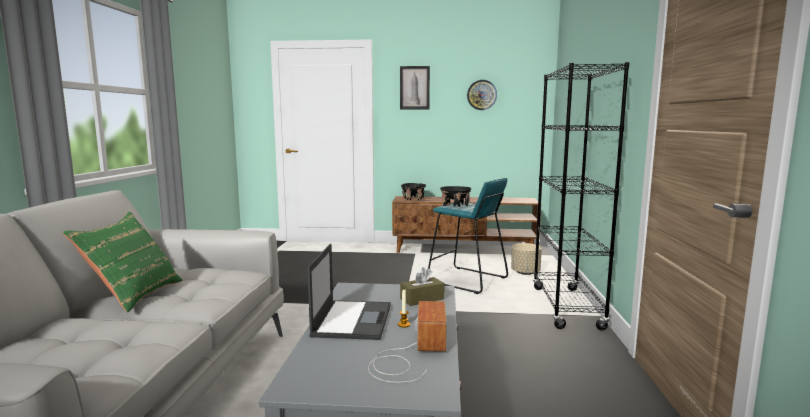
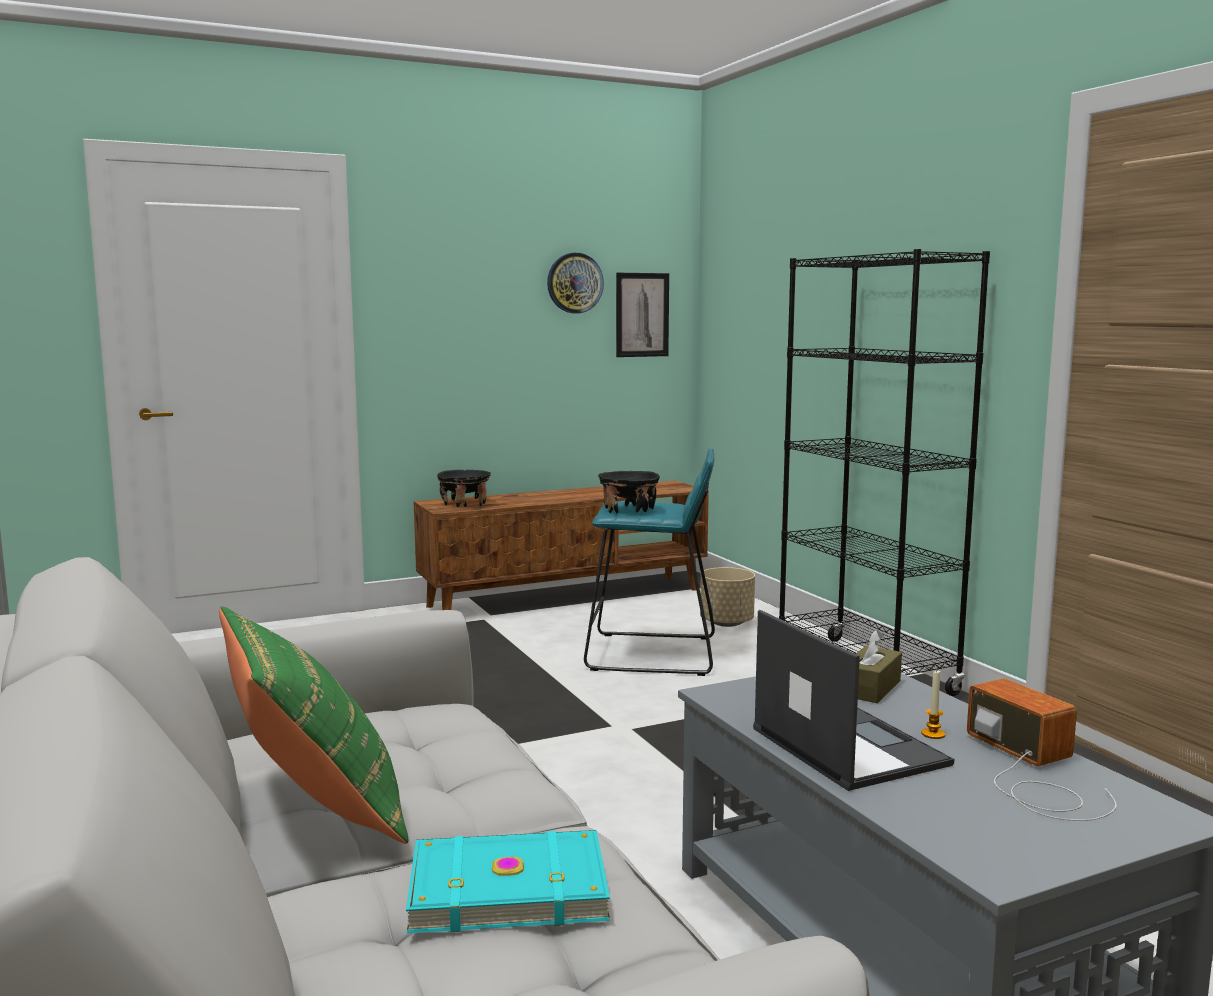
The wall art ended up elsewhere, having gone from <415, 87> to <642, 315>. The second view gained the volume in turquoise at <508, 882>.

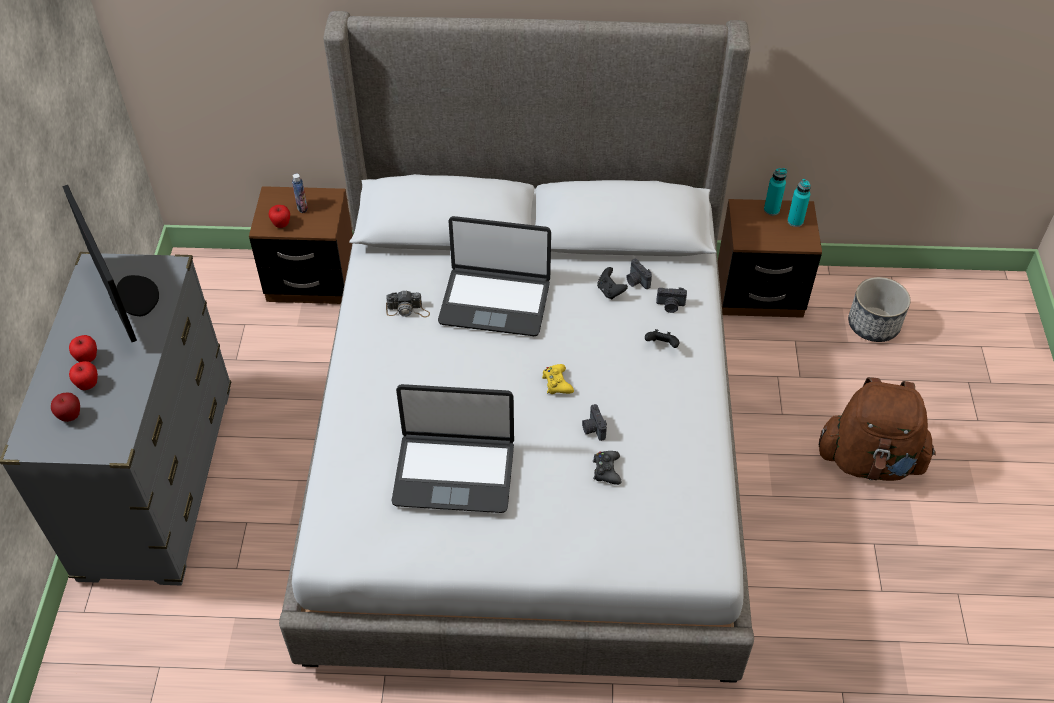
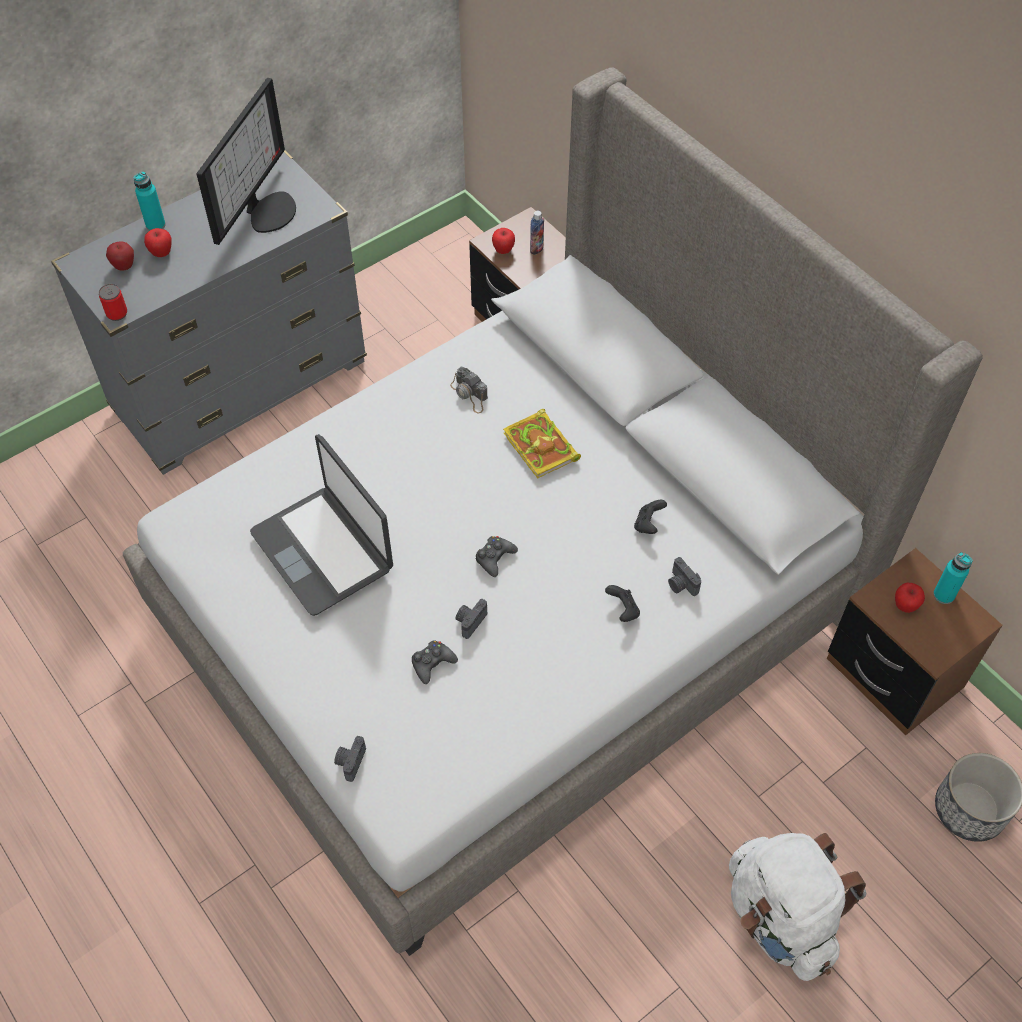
The bottle in turquoise ended up elsewhere, having gone from <799, 203> to <149, 201>. Where the laptop stood at <494, 276>, the volume came to stand at <542, 444>. The photo camera ended up elsewhere, having gone from <639, 274> to <350, 759>. The whole apple ended up elsewhere, having gone from <83, 348> to <910, 598>. What was the gamepad in yellowish at <558, 379> turned into the gamepad in blackish at <497, 556>. What was the rucksack in brown at <877, 429> turned into the rucksack in whitish at <797, 907>. The second view gained the sealed can at <113, 302>.

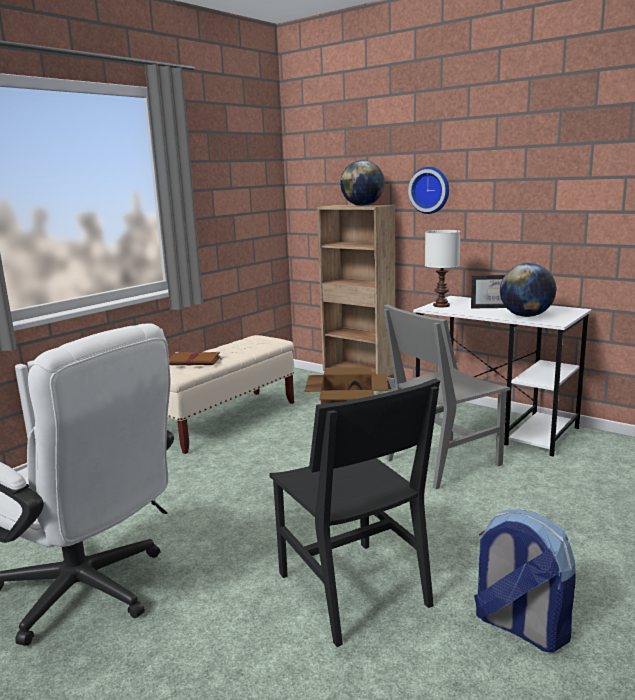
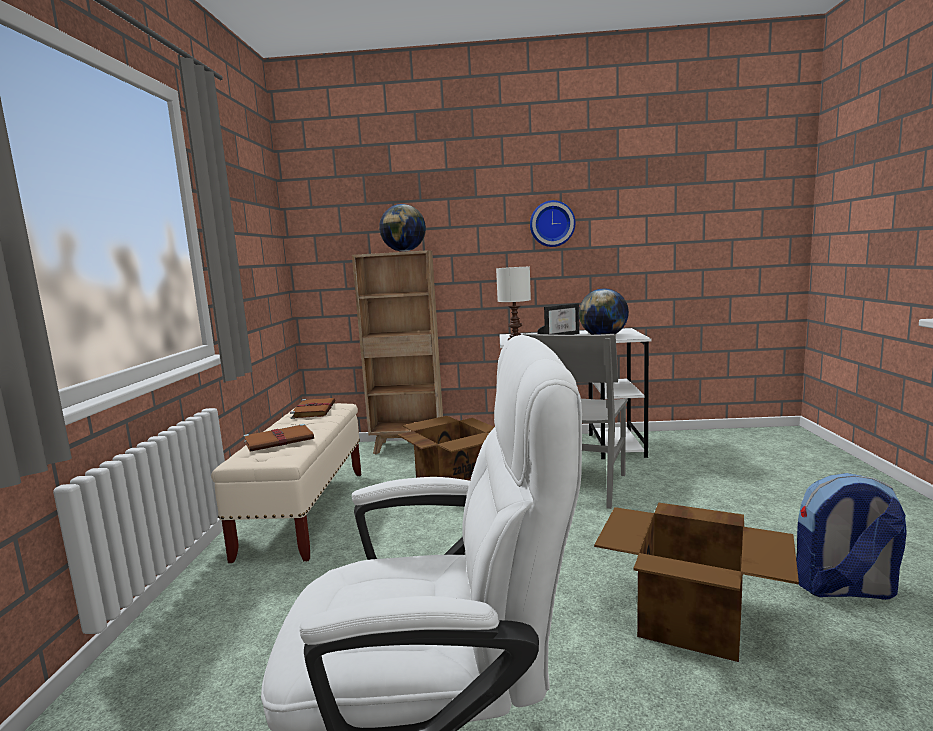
The hanging clock ended up elsewhere, having gone from <428, 190> to <552, 223>. Where the chair in blackish stood at <354, 512>, the cardboard box came to stand at <696, 582>. The second view gained the volume in brown at <312, 408>.

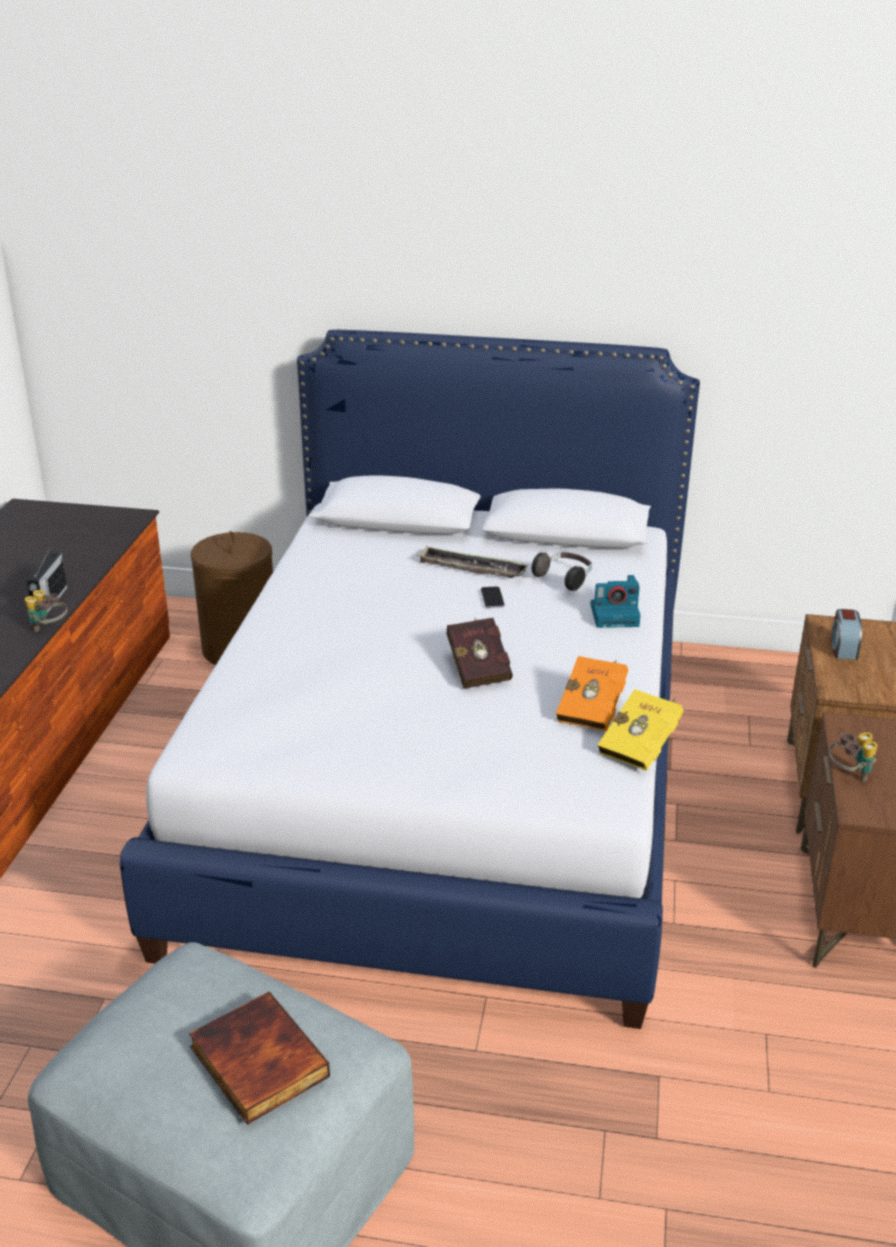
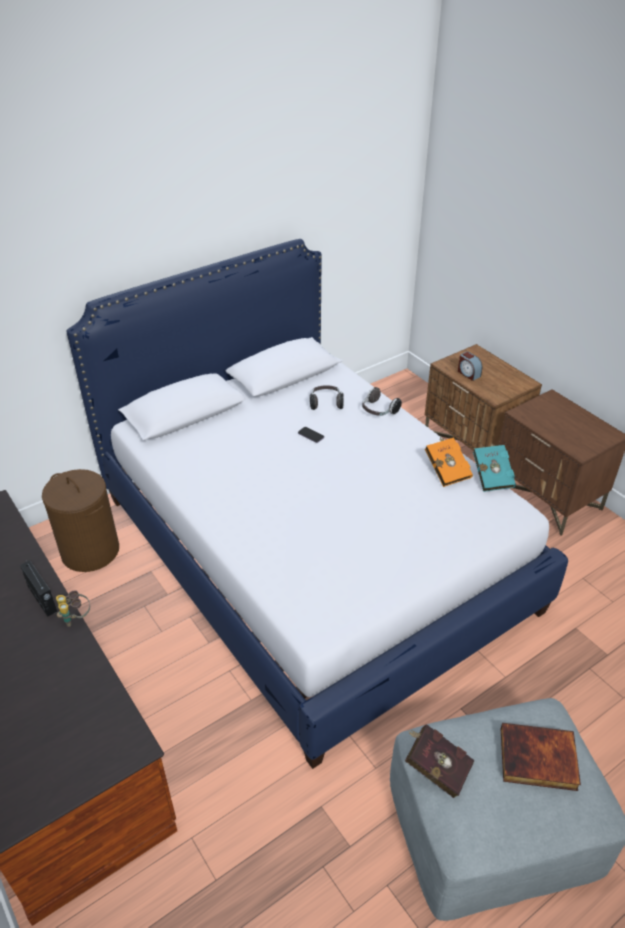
The second view lost the serving tray at <472, 562>. Where the photo camera stood at <615, 601>, the pair of headphones came to stand at <382, 401>. The volume in reddish ended up elsewhere, having gone from <479, 653> to <440, 761>. What was the volume in yellowish at <640, 730> turned into the volume in turquoise at <494, 467>. The second view lost the field glasses at <853, 757>.

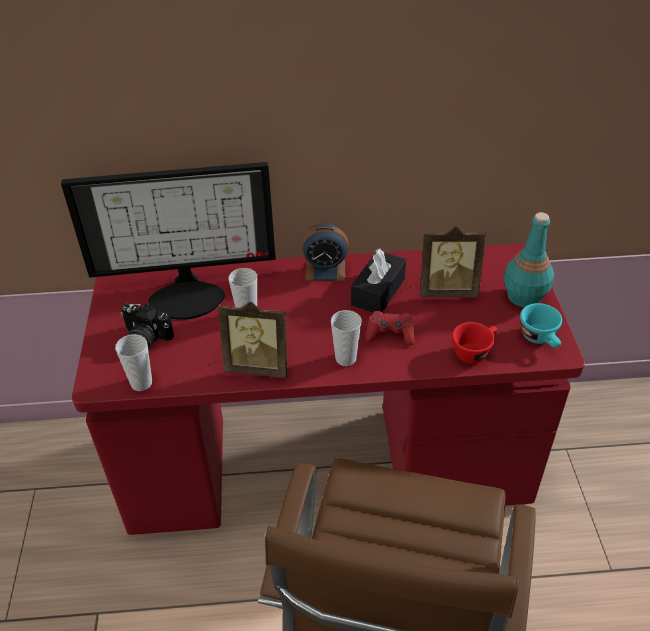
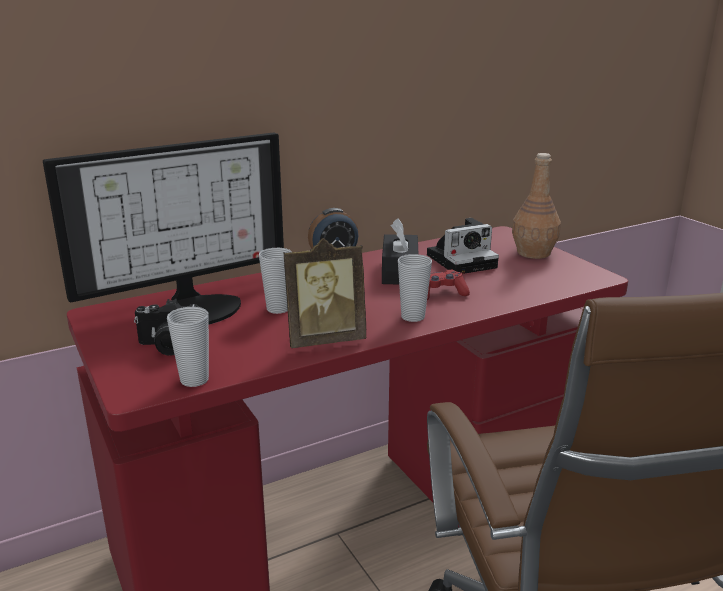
What was the bottle in turquoise at <529, 259> turned into the bottle in brown at <536, 206>. Where the standing frame stood at <453, 262>, the photo camera came to stand at <463, 246>. The second view lost the small cup in turquoise at <541, 325>. The second view lost the small cup in reddish at <474, 343>.

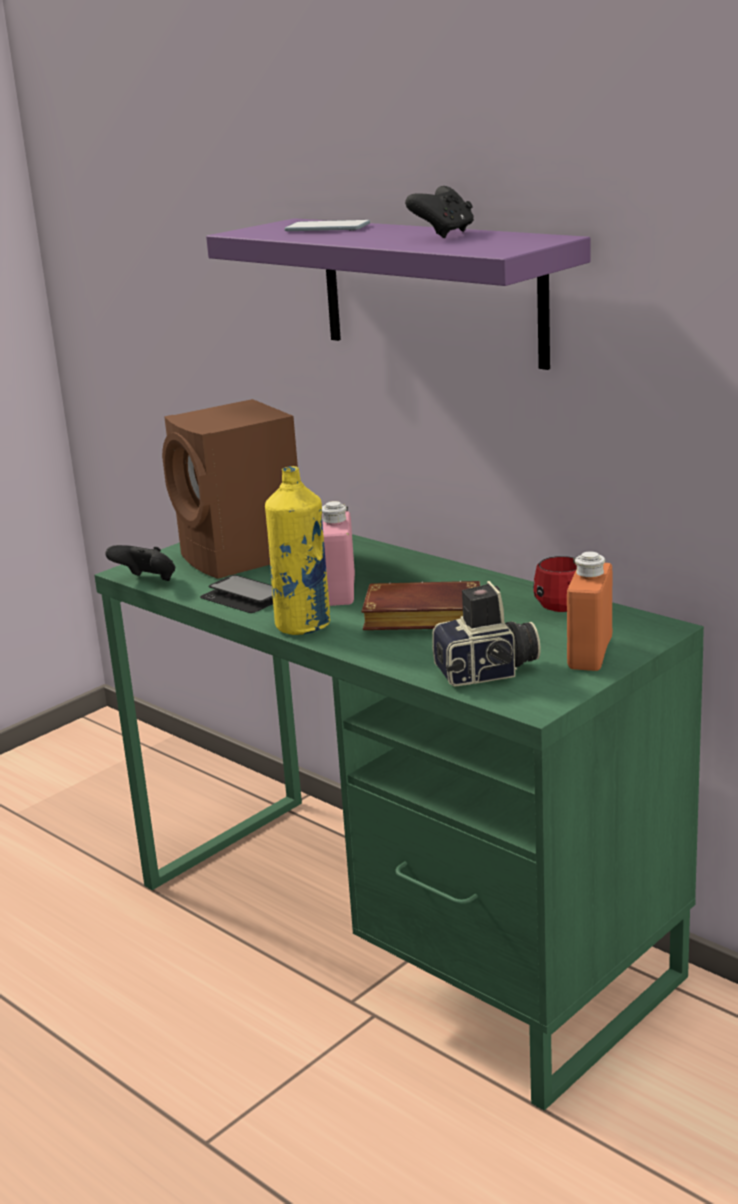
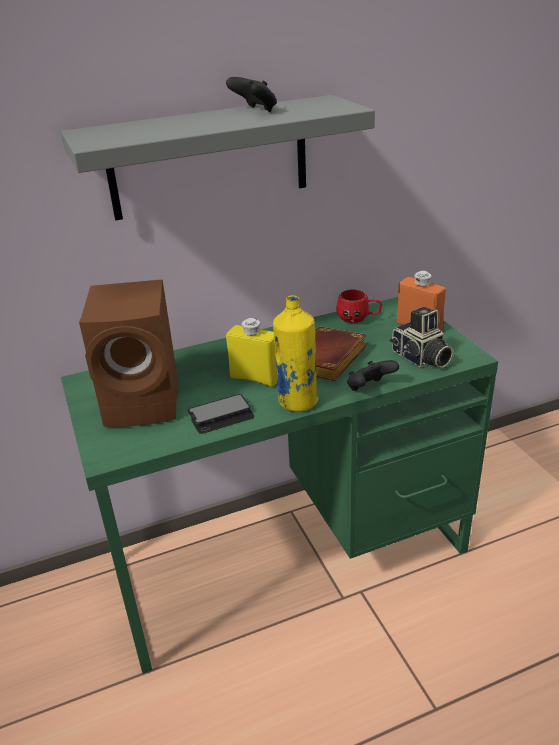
What was the shelf in purple-coloured at <398, 294> turned into the shelf in greyish at <218, 158>. The second view lost the telephone at <327, 225>. What was the bottle in pink-coloured at <338, 553> turned into the bottle in yellowish at <251, 352>. The gamepad in blackish ended up elsewhere, having gone from <140, 563> to <373, 375>. The photo camera at <486, 634> ended up facing another way, 135 degrees clockwise from before.

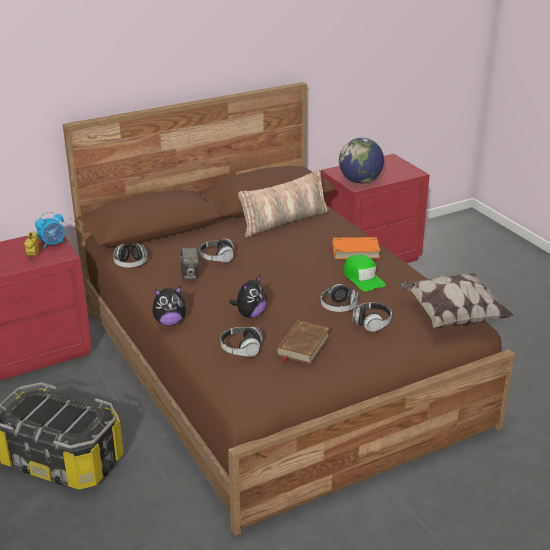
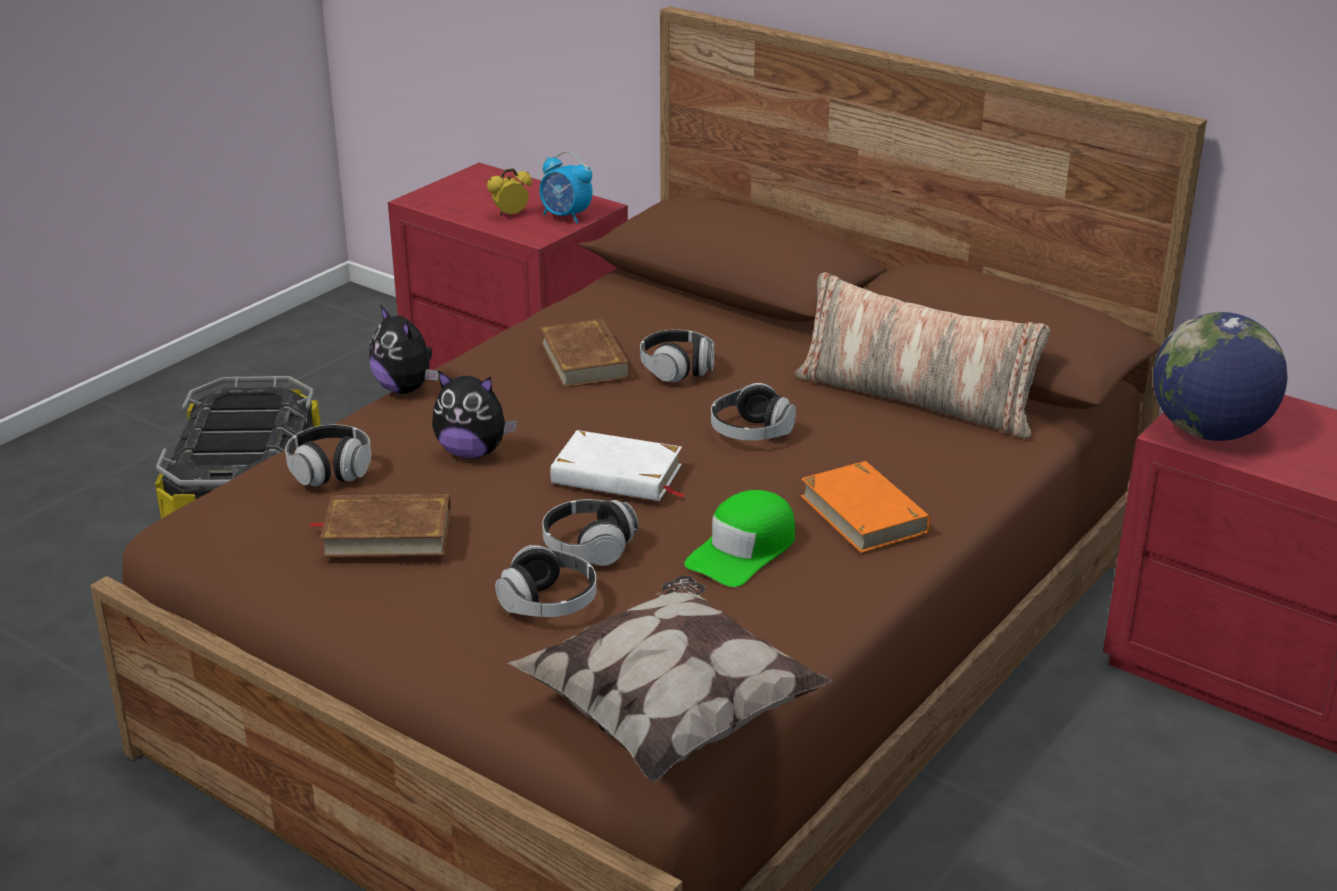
The pair of headphones ended up elsewhere, having gone from <130, 255> to <753, 412>. Where the photo camera stood at <189, 263>, the volume in brown came to stand at <585, 353>. The second view gained the volume in whitish at <618, 465>.

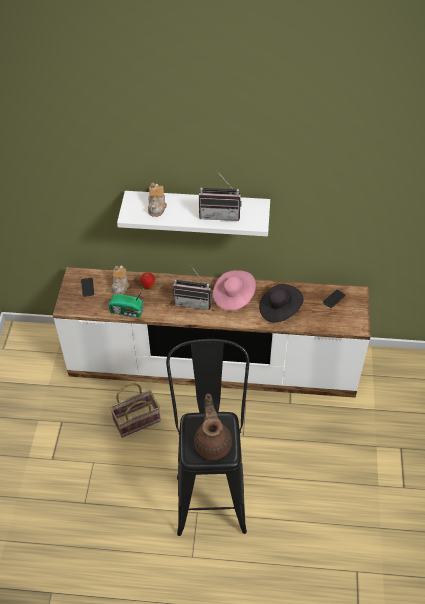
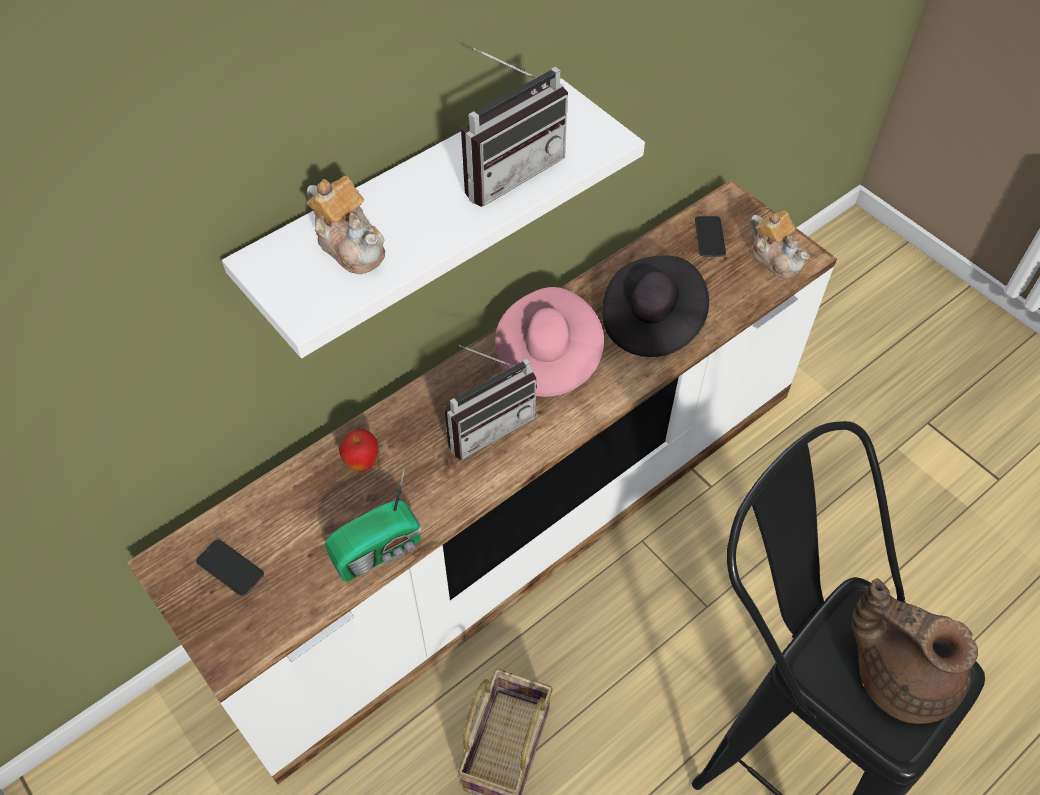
The pot for tea ended up elsewhere, having gone from <120, 280> to <779, 244>.

